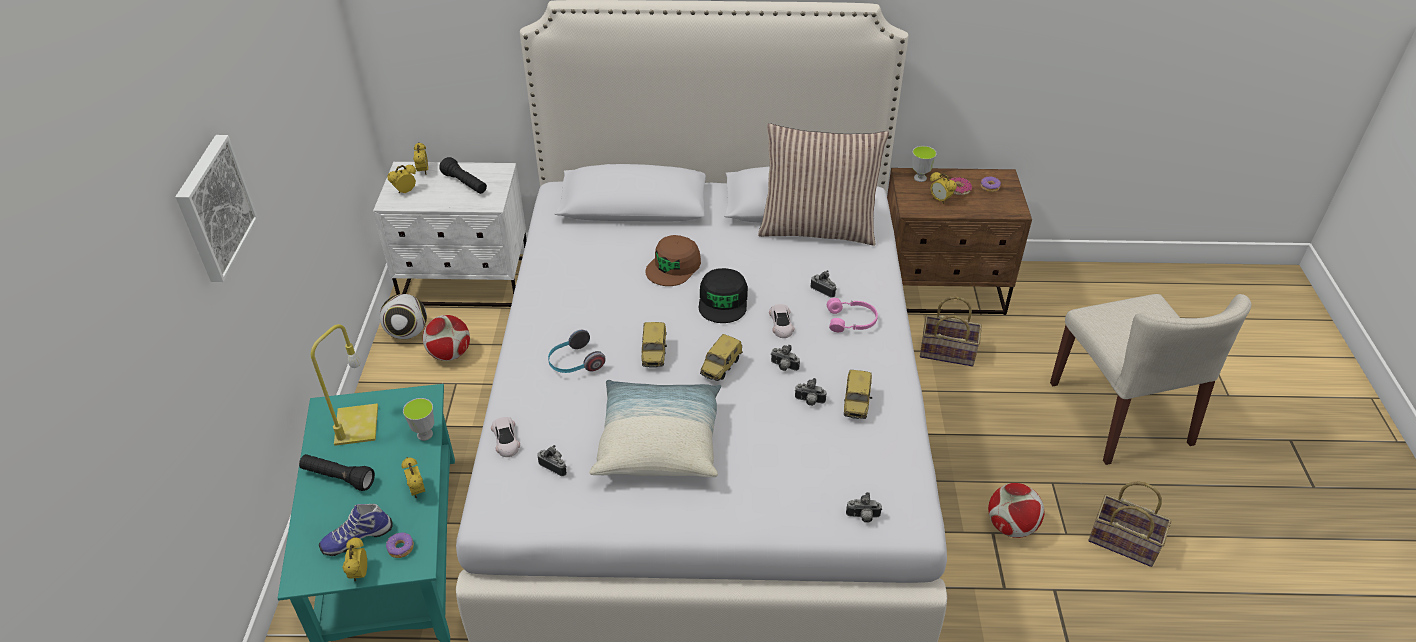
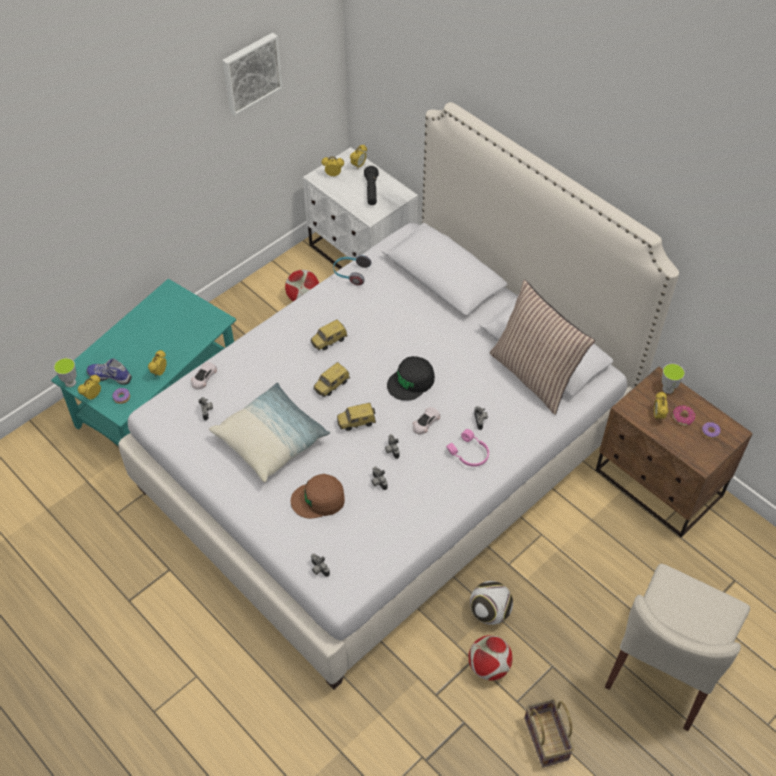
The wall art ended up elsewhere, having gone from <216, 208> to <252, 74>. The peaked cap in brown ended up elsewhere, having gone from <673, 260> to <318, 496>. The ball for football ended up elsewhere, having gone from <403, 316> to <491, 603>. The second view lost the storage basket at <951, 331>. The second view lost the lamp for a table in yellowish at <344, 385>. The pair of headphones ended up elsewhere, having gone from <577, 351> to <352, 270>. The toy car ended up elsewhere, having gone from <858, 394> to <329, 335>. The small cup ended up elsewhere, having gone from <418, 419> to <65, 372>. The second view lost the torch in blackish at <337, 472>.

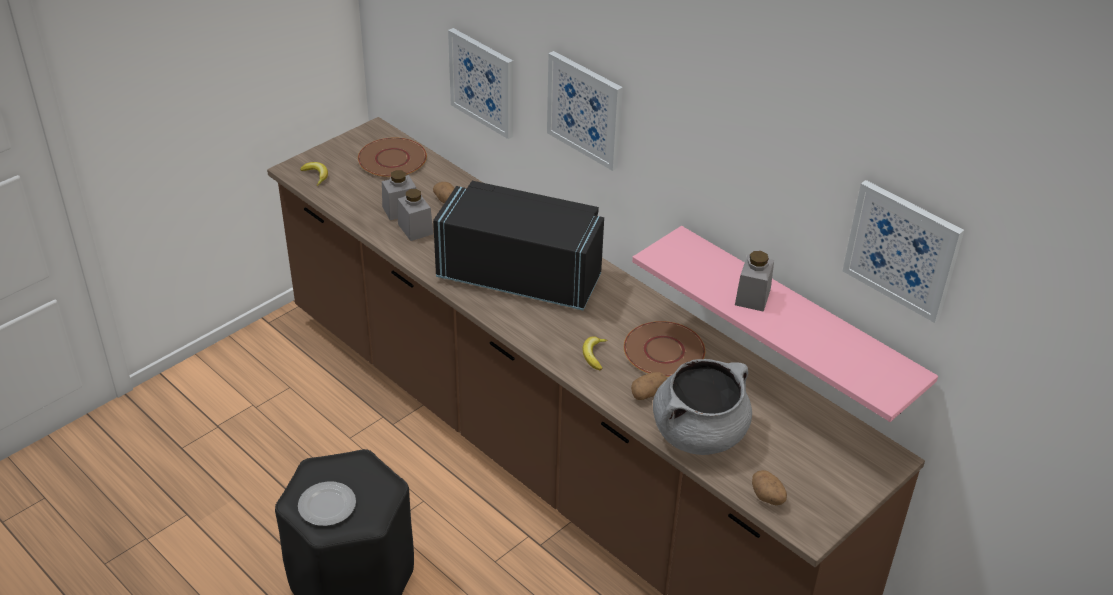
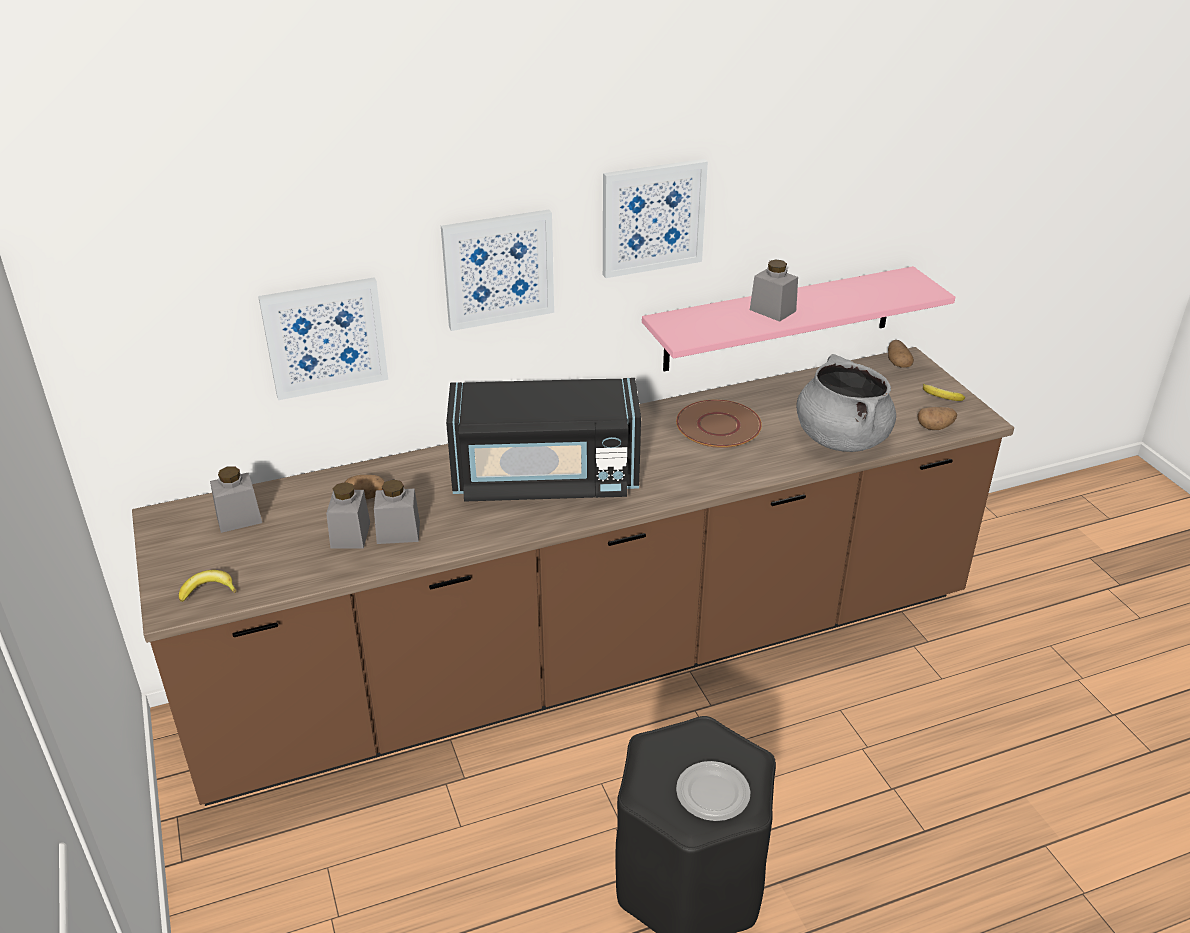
Where the dinner plate in brown stood at <392, 157>, the preserve jar in greyish came to stand at <236, 499>. The wall art ended up elsewhere, having gone from <903, 251> to <655, 218>. The microwave in blackish at <518, 245> ended up facing another way, 135 degrees counterclockwise from before. The banana fruit ended up elsewhere, having gone from <595, 353> to <944, 392>. The potato ended up elsewhere, having gone from <648, 386> to <901, 353>.

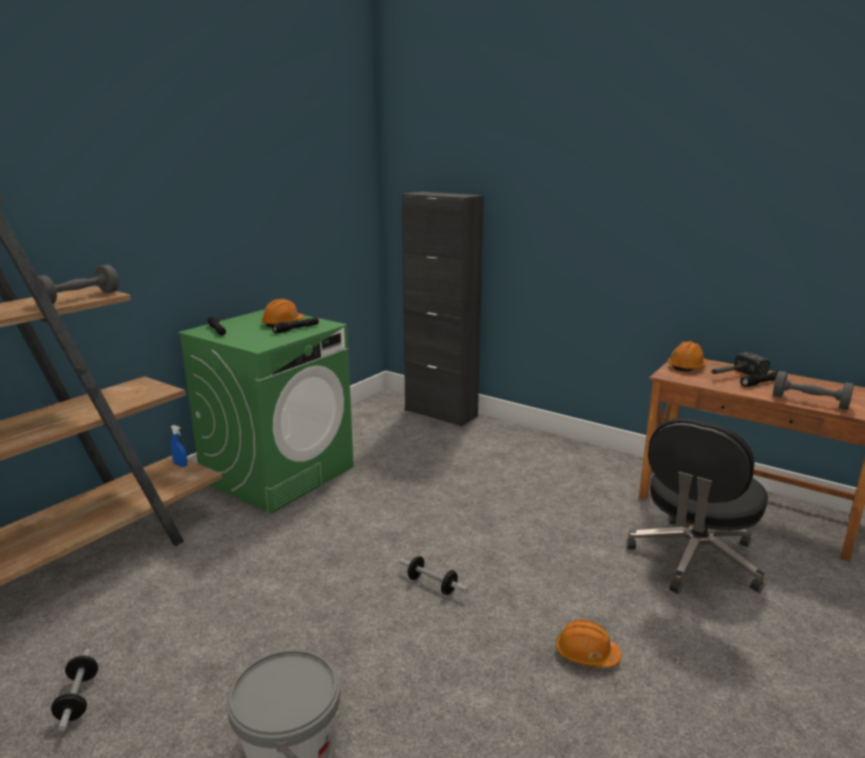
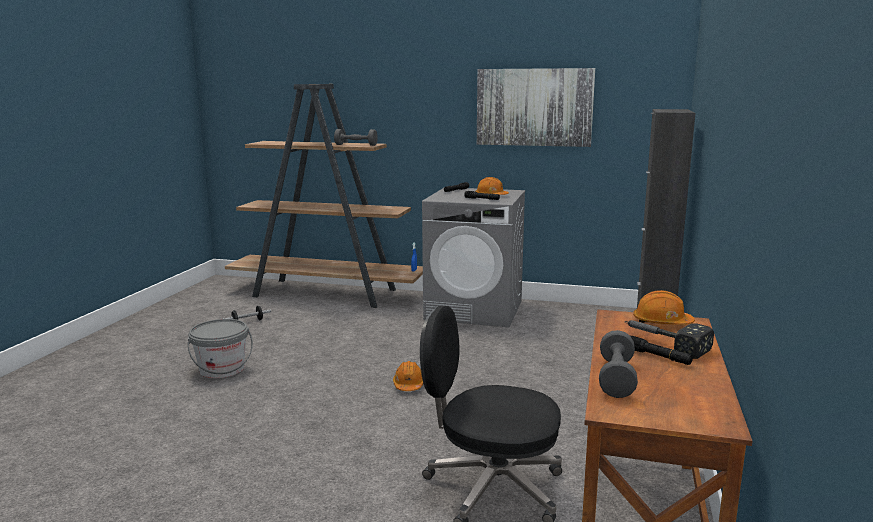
What was the washing machine in green-coloured at <266, 411> turned into the washing machine in greyish at <473, 258>. The second view lost the free weight at <433, 575>. The safety helmet in orange ended up elsewhere, having gone from <589, 644> to <408, 376>. The second view gained the wall art at <536, 107>.

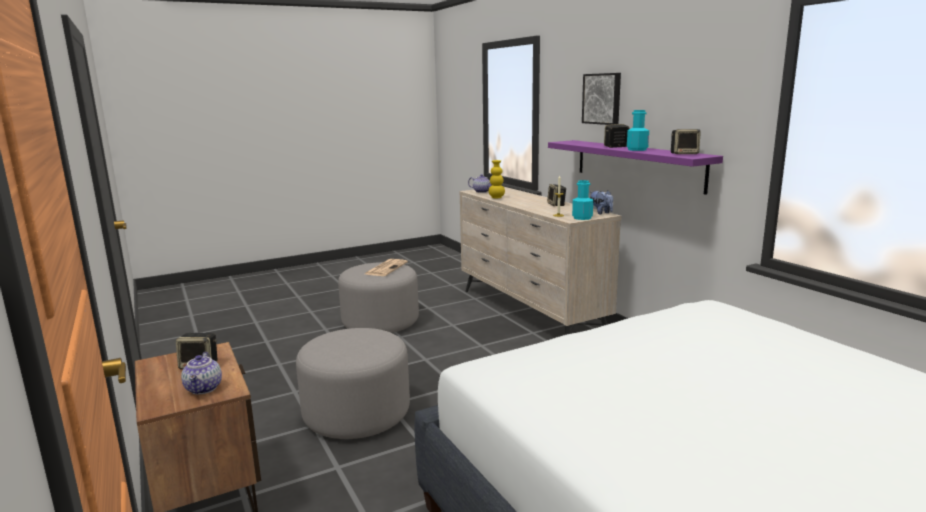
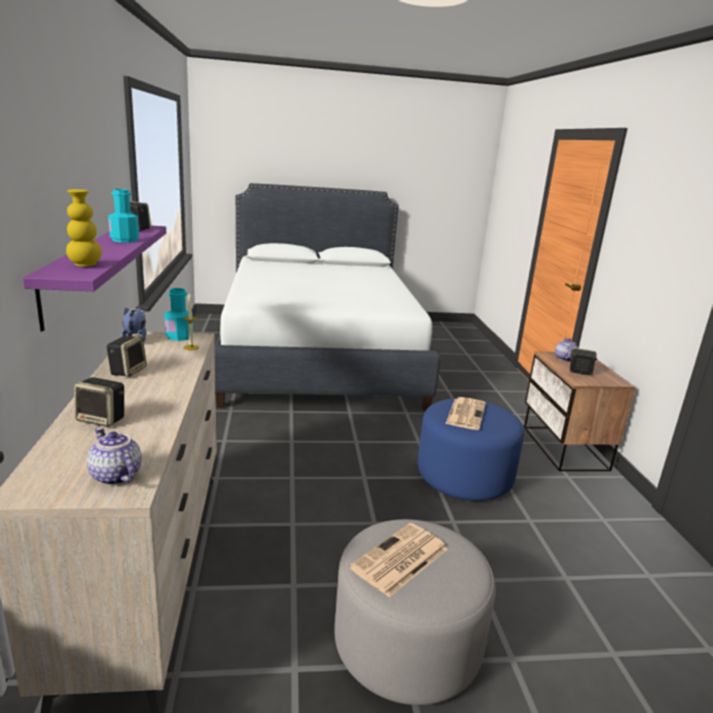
The second view lost the wall art at <601, 99>. The audio speaker ended up elsewhere, having gone from <617, 136> to <99, 402>. The decorative vase in yellowish ended up elsewhere, having gone from <497, 179> to <84, 227>. What was the footrest in greyish at <353, 383> turned into the footrest in blue-coloured at <470, 449>. The second view gained the printed paper at <466, 413>.

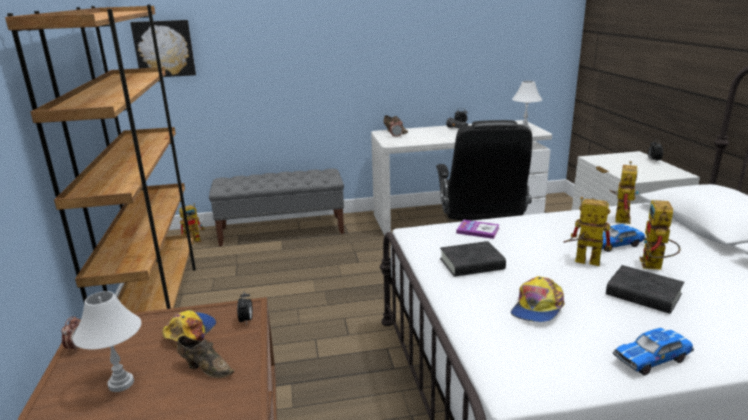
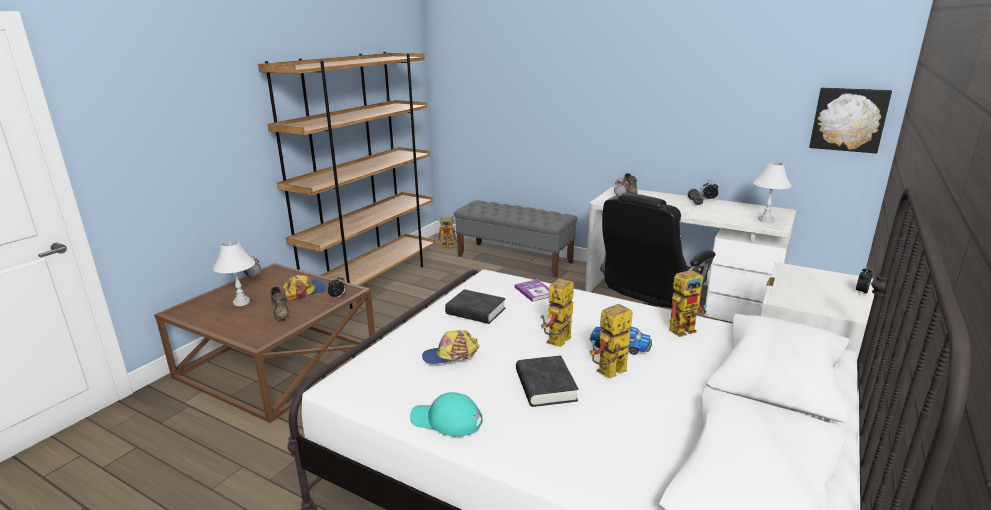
The wall art ended up elsewhere, having gone from <163, 48> to <850, 120>. The model robot at <587, 231> ended up facing another way, 120 degrees counterclockwise from before. Where the toy car stood at <653, 351>, the peaked cap in turquoise came to stand at <446, 414>.

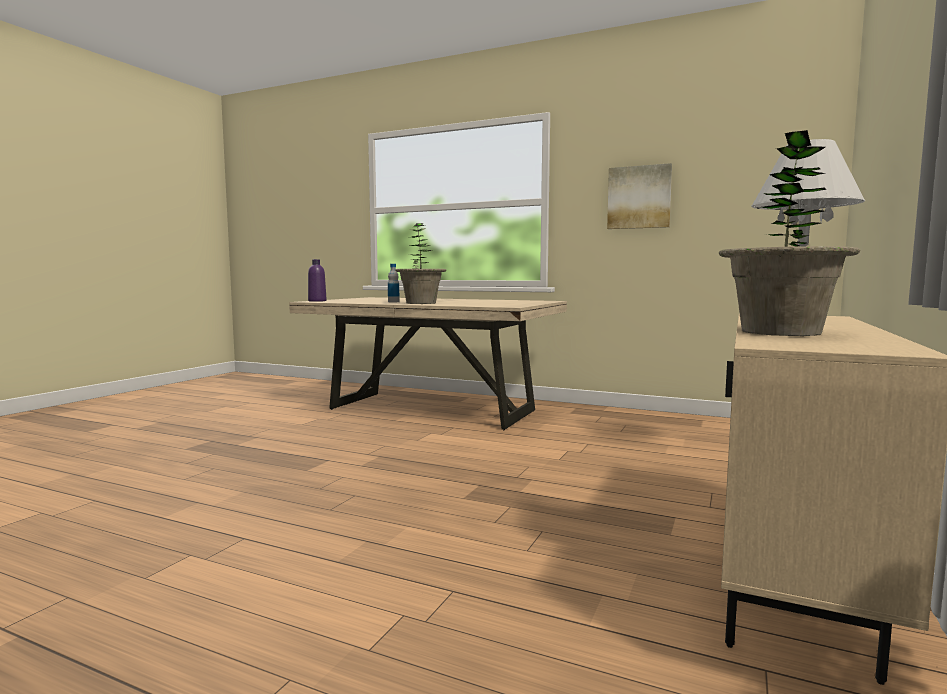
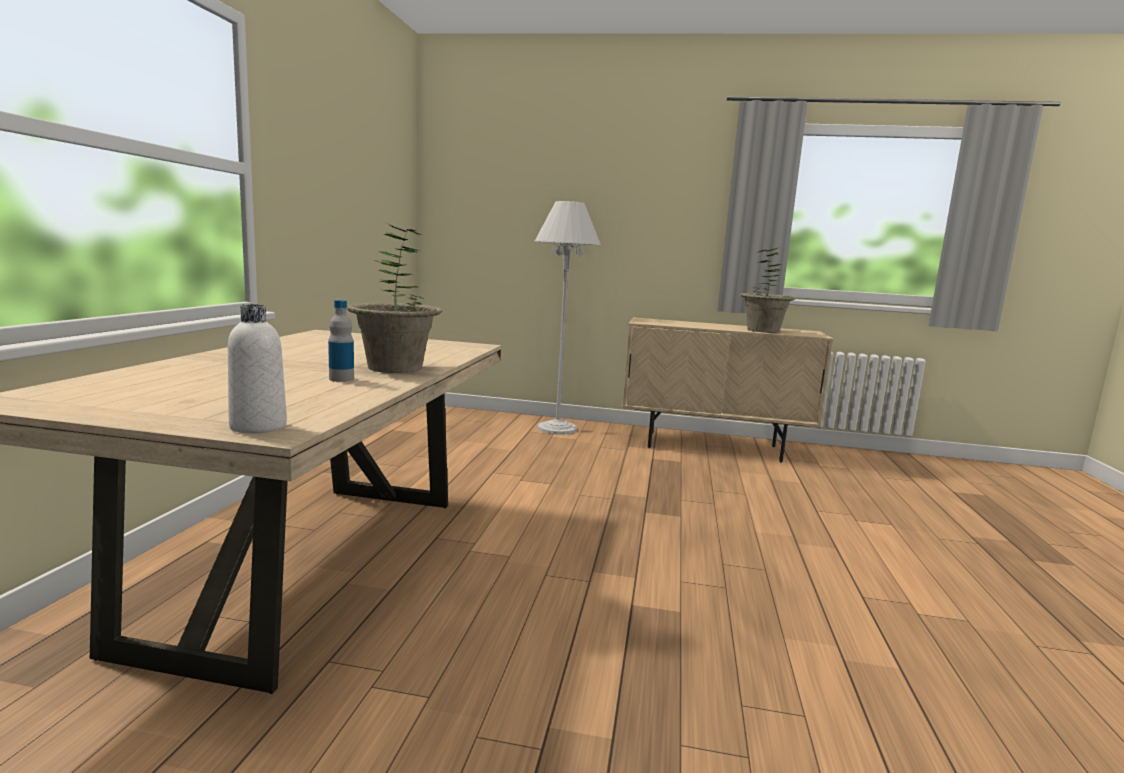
The second view lost the wall art at <639, 196>. What was the bottle in purple-coloured at <317, 280> turned into the bottle in whitish at <257, 369>.

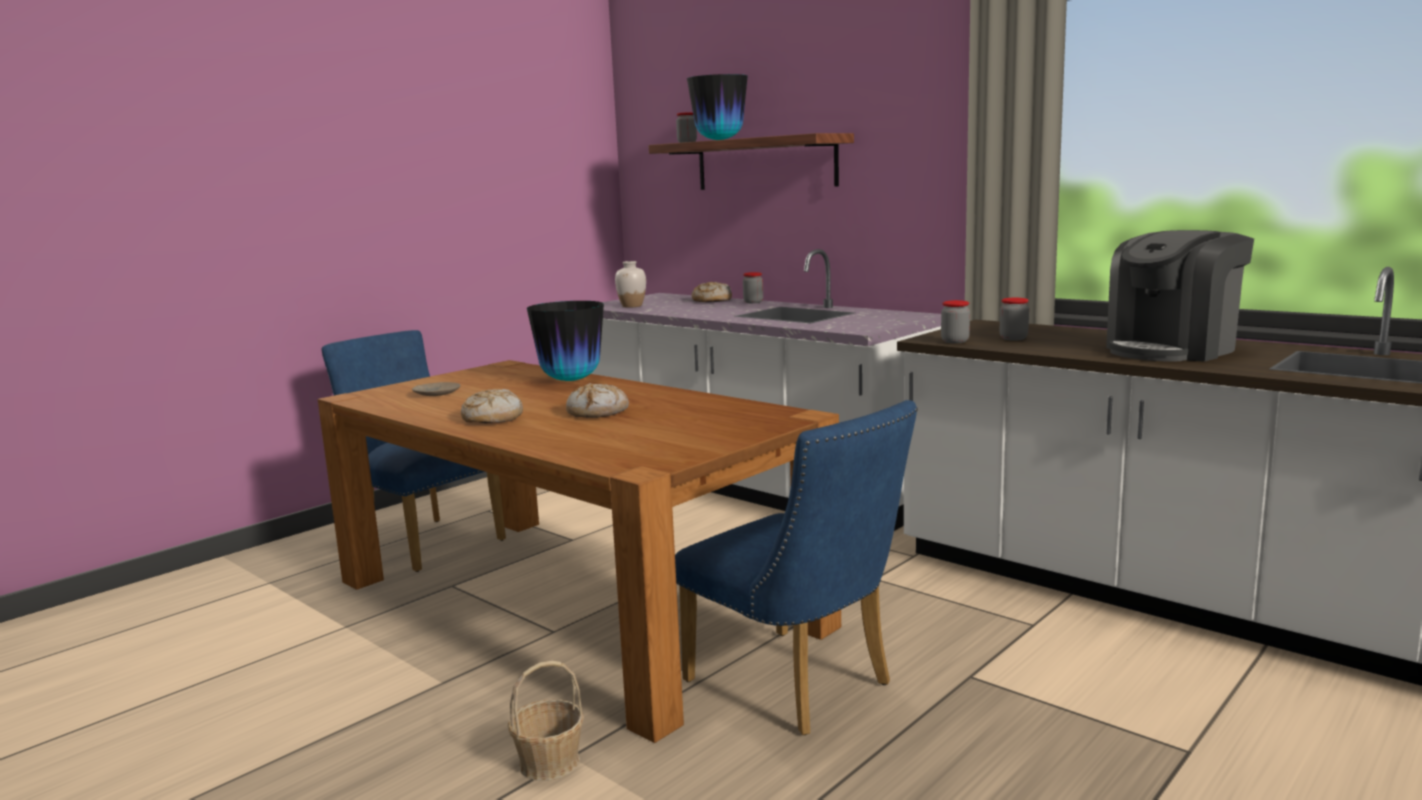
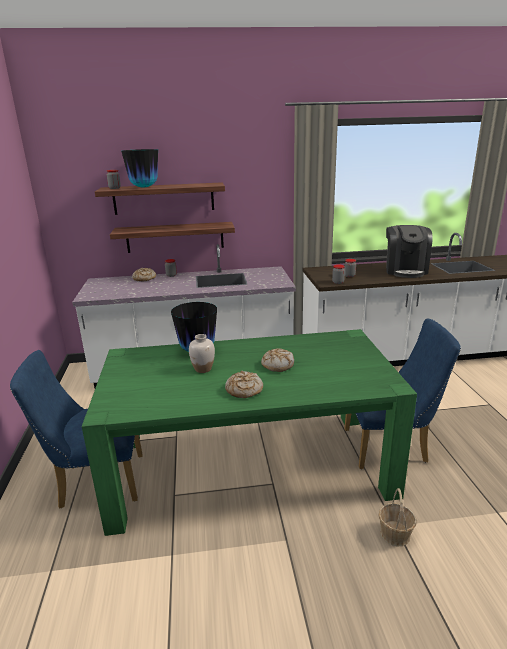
The decorative vase in whitish ended up elsewhere, having gone from <630, 284> to <202, 353>. What was the dining table in brown at <579, 551> turned into the dining table in green-coloured at <249, 432>. The second view lost the dinner plate in beige at <436, 389>. The second view gained the shelf at <172, 237>.

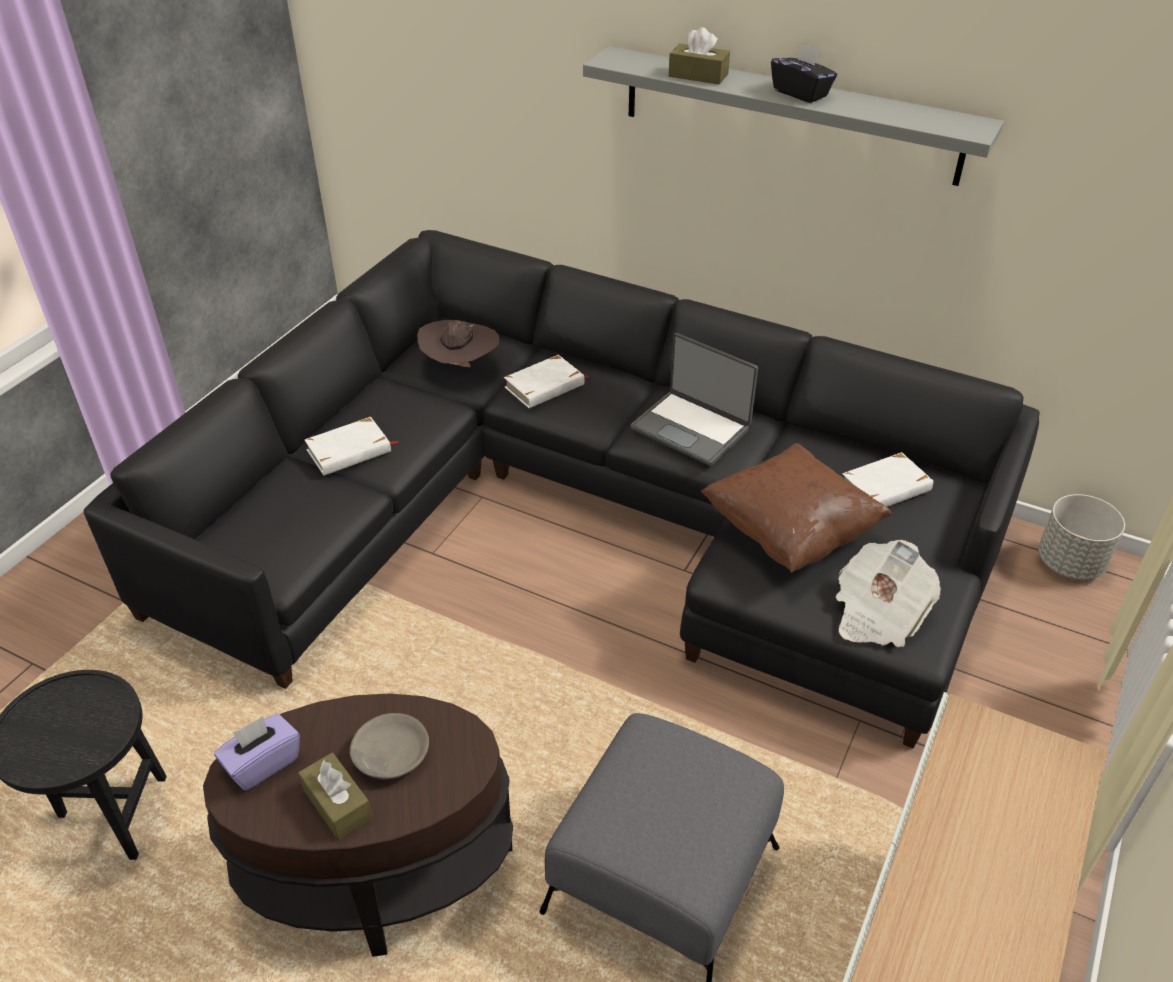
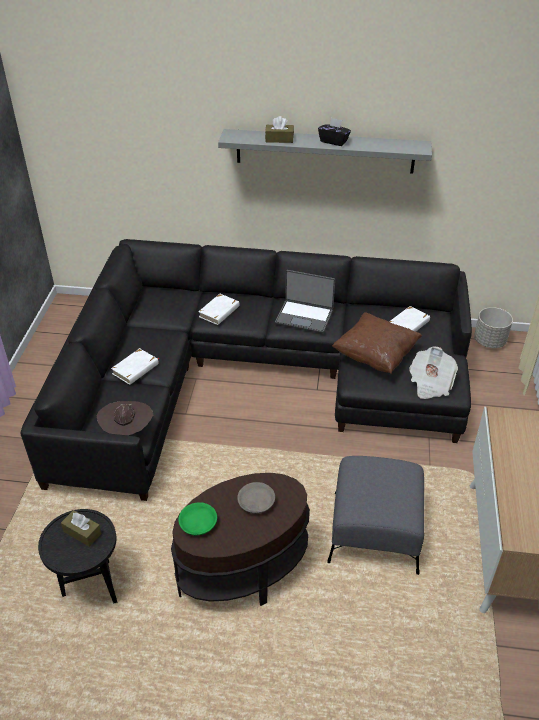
The wearable hat in brown ended up elsewhere, having gone from <458, 343> to <125, 418>. Where the tissue box in purple-coloured stood at <257, 752>, the deep dish in green-coloured came to stand at <197, 518>. The tissue box in brown ended up elsewhere, having gone from <335, 796> to <81, 528>.

